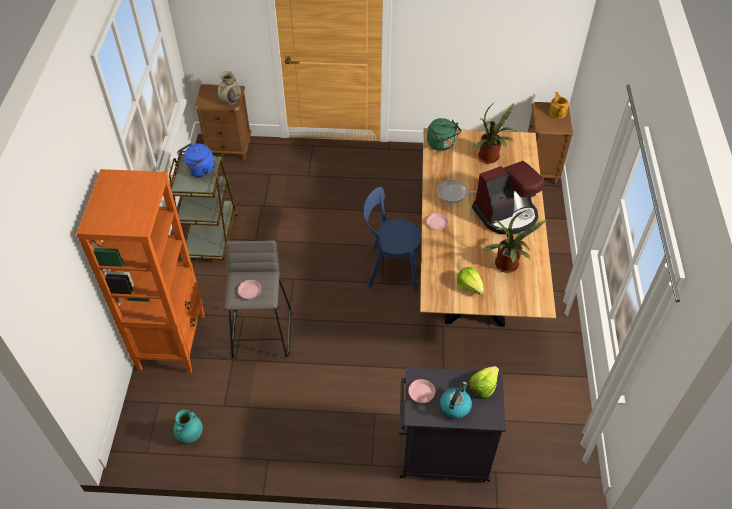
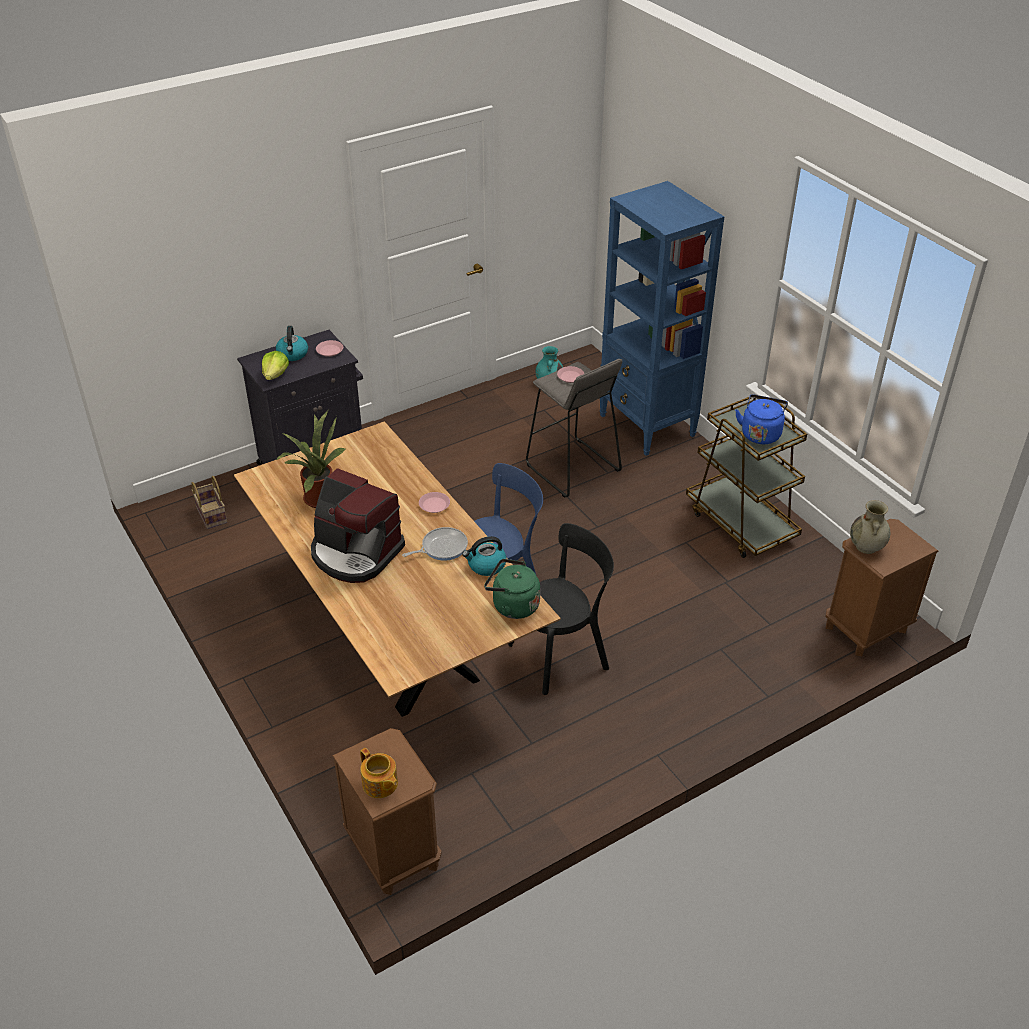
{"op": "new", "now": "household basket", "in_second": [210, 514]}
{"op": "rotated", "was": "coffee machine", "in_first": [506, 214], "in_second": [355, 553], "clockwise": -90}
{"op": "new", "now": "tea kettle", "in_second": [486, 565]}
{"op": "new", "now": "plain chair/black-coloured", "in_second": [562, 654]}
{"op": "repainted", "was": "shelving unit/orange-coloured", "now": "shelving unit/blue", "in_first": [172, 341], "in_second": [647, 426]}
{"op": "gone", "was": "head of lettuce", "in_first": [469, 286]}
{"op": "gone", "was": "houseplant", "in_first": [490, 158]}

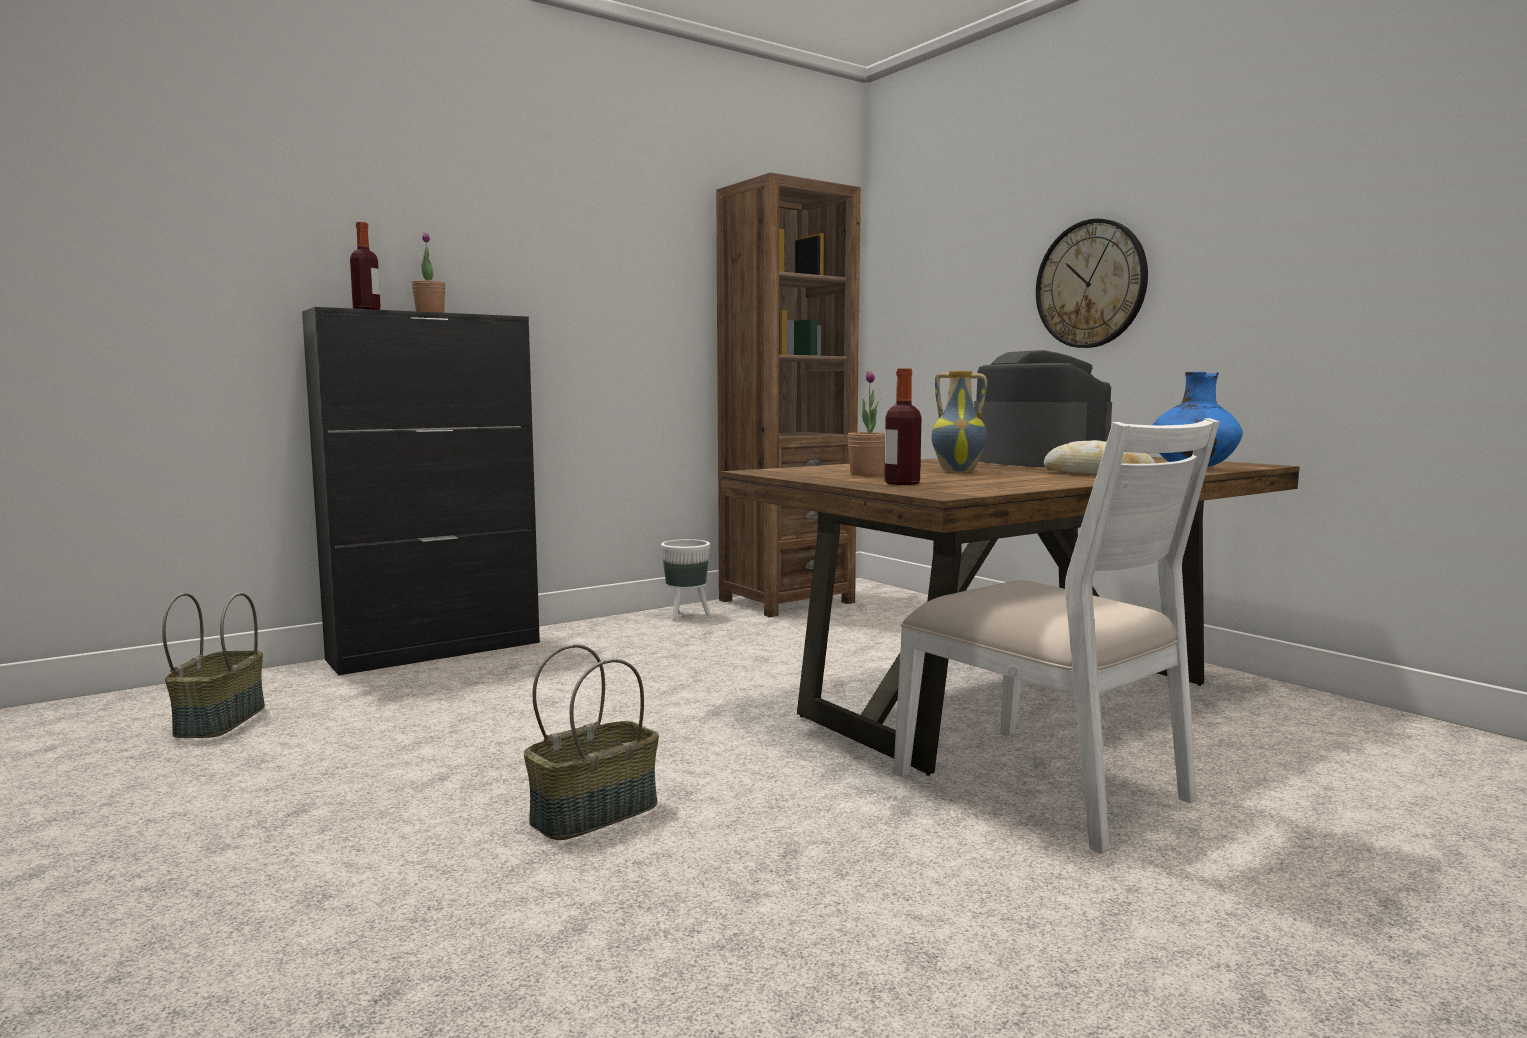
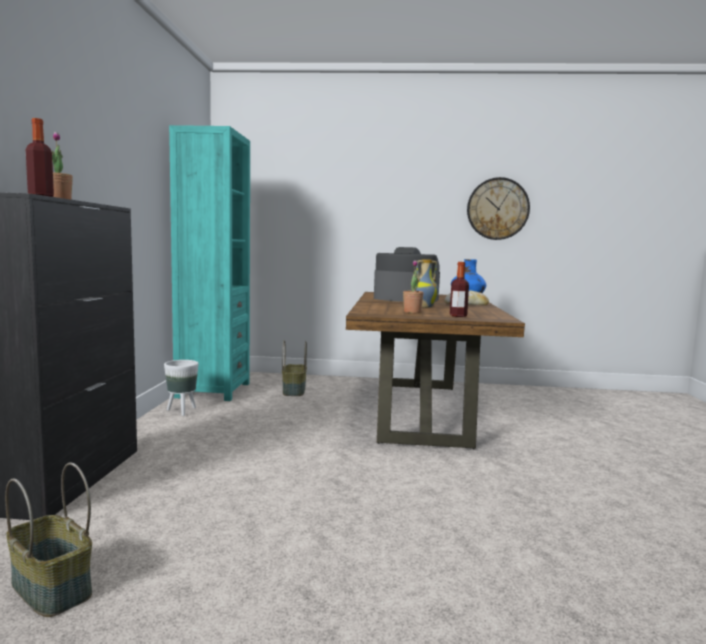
{"op": "repainted", "was": "shelving unit/brownish", "now": "shelving unit/turquoise", "in_first": [786, 601], "in_second": [213, 390]}
{"op": "shifted", "was": "household basket", "in_first": [594, 812], "in_second": [293, 391]}
{"op": "shifted", "was": "clock on the wall", "in_first": [1091, 284], "in_second": [497, 209]}
{"op": "gone", "was": "plain chair/white-coloured", "in_first": [1045, 785]}

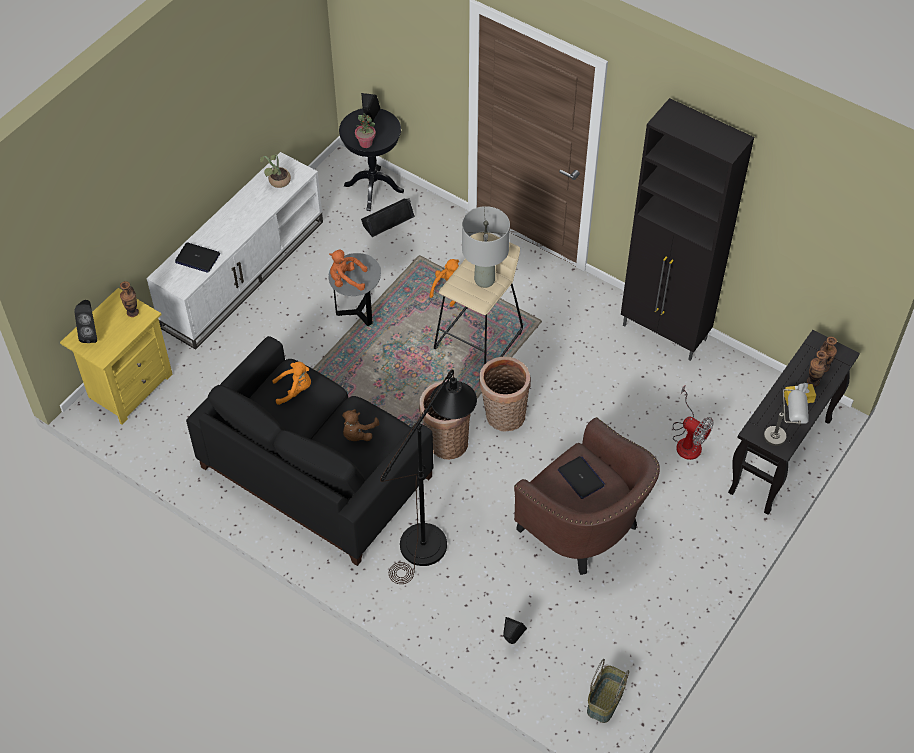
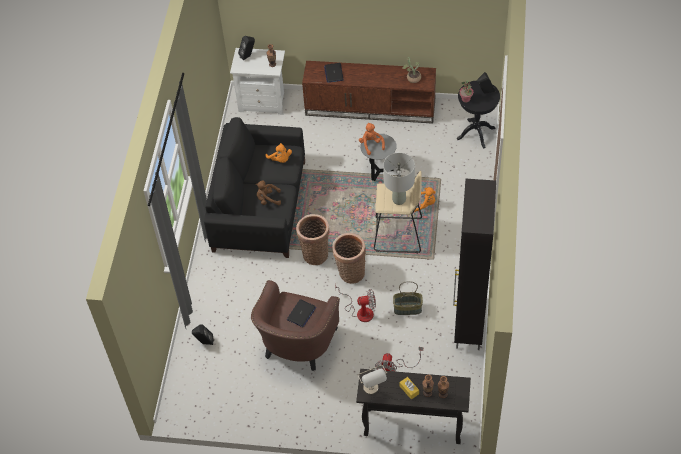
{"op": "repainted", "was": "night table/yellow", "now": "night table/white-coloured", "in_first": [128, 386], "in_second": [263, 102]}
{"op": "repainted", "was": "tv stand/white-coloured", "now": "tv stand/brownish", "in_first": [243, 272], "in_second": [371, 107]}
{"op": "new", "now": "fan", "in_second": [360, 311]}
{"op": "shifted", "was": "household basket", "in_first": [606, 701], "in_second": [407, 309]}
{"op": "gone", "was": "audio speaker/black-coloured", "in_first": [387, 219]}
{"op": "gone", "was": "floor lamp/black-coloured", "in_first": [431, 535]}

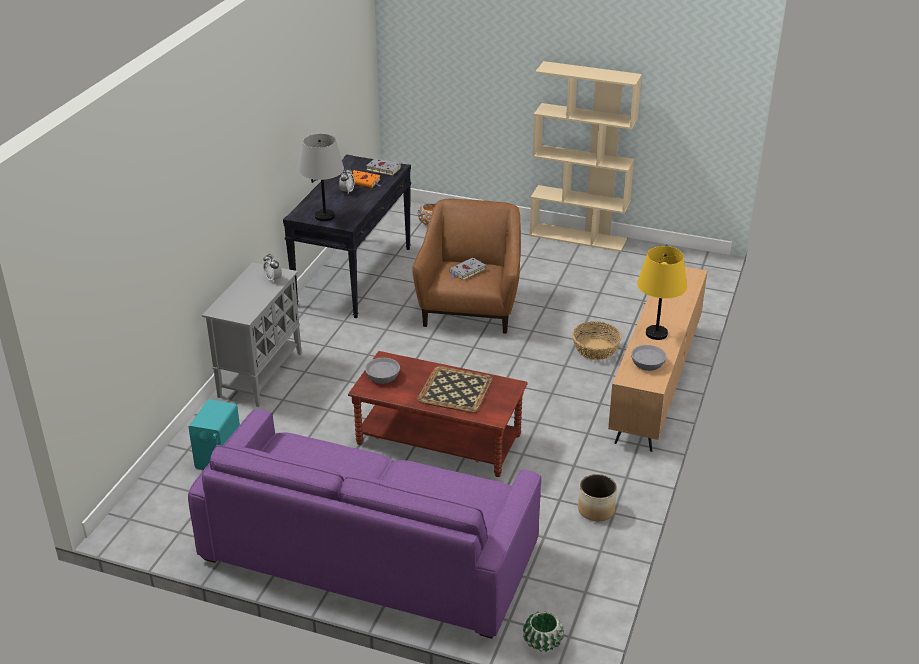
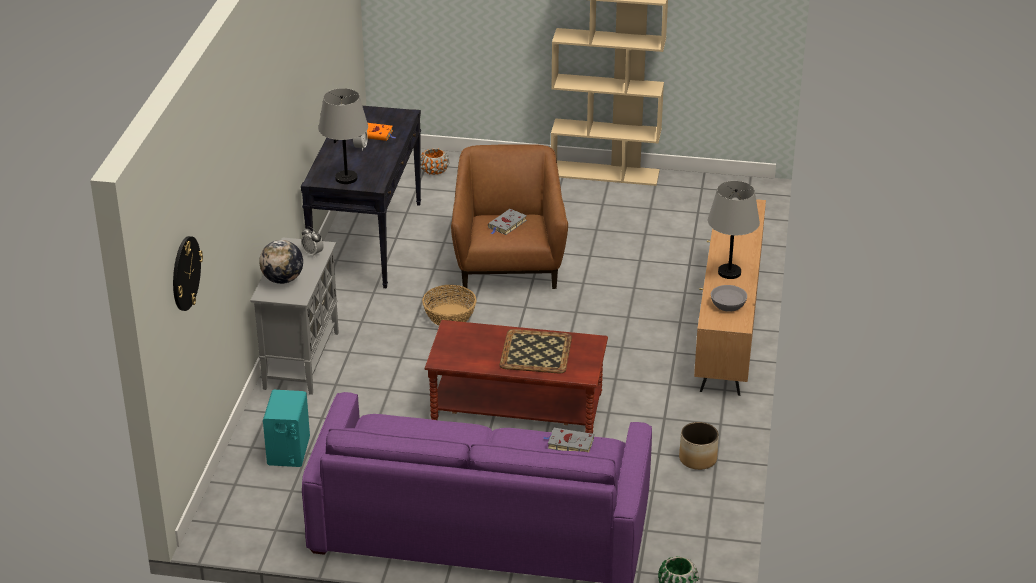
{"op": "new", "now": "clock on the wall", "in_second": [185, 273]}
{"op": "new", "now": "desk globe", "in_second": [283, 280]}
{"op": "shifted", "was": "household basket", "in_first": [596, 349], "in_second": [450, 315]}
{"op": "shifted", "was": "volume/gray", "in_first": [382, 169], "in_second": [569, 443]}
{"op": "repainted", "was": "table lamp/yellow", "now": "table lamp/gray", "in_first": [656, 334], "in_second": [729, 272]}
{"op": "gone", "was": "bowl/gray", "in_first": [382, 376]}

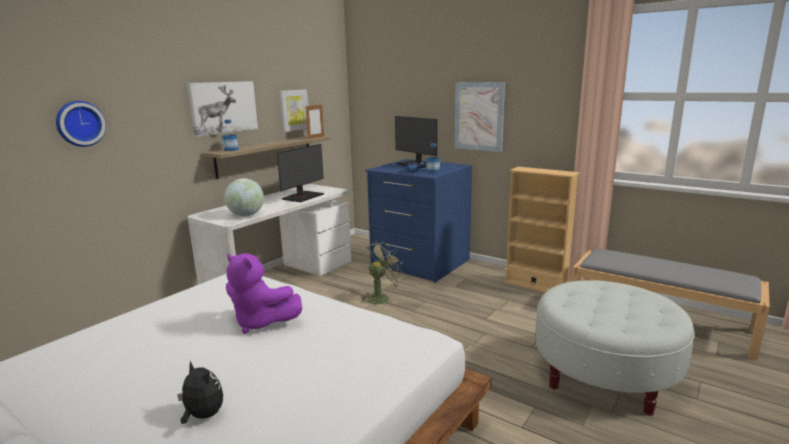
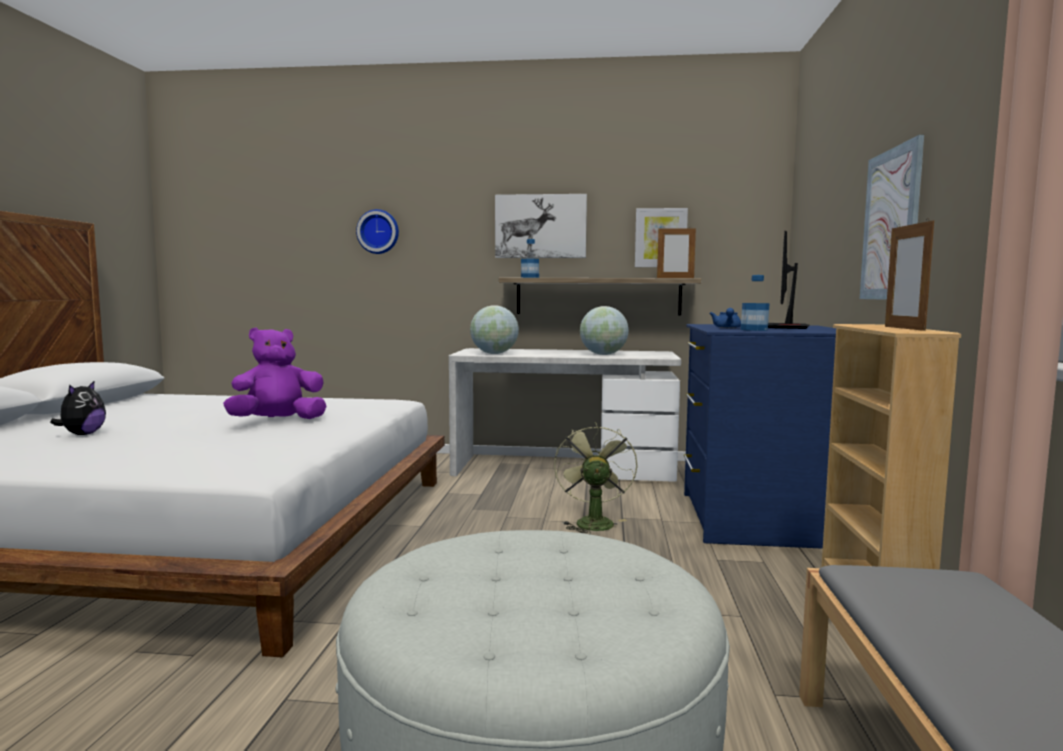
{"op": "rotated", "was": "plush toy/purple", "in_first": [261, 322], "in_second": [278, 421], "clockwise": 60}
{"op": "rotated", "was": "fan/green-coloured", "in_first": [381, 297], "in_second": [592, 522], "clockwise": -105}
{"op": "swapped", "was": "computer screen", "now": "desk globe", "in_first": [302, 197], "in_second": [603, 354]}
{"op": "new", "now": "picture frame", "in_second": [904, 328]}

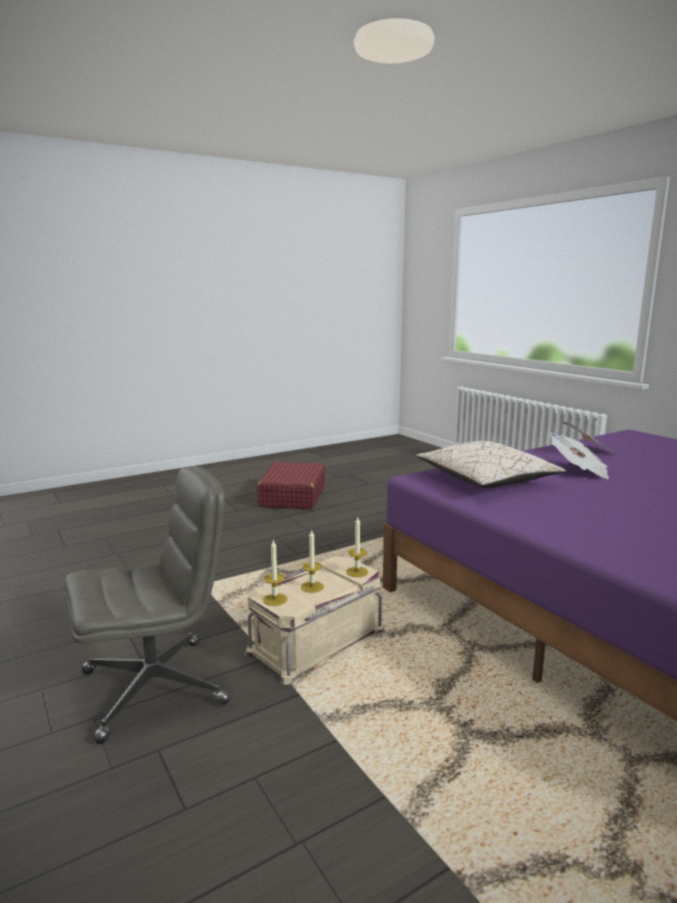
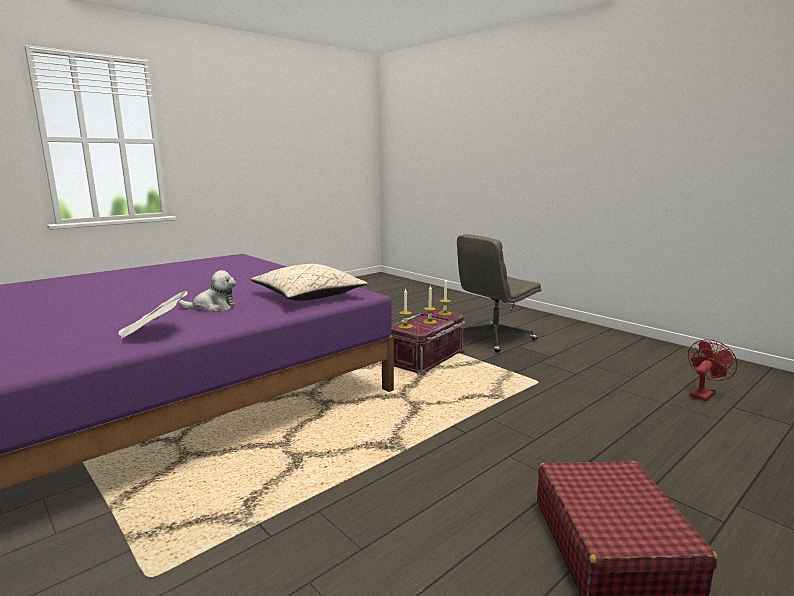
{"op": "swapped", "was": "newspaper", "now": "plush toy", "in_first": [579, 471], "in_second": [213, 307]}
{"op": "repainted", "was": "storage box/beige-coloured", "now": "storage box/red-coloured", "in_first": [316, 640], "in_second": [428, 359]}
{"op": "new", "now": "fan/red-coloured", "in_second": [703, 394]}

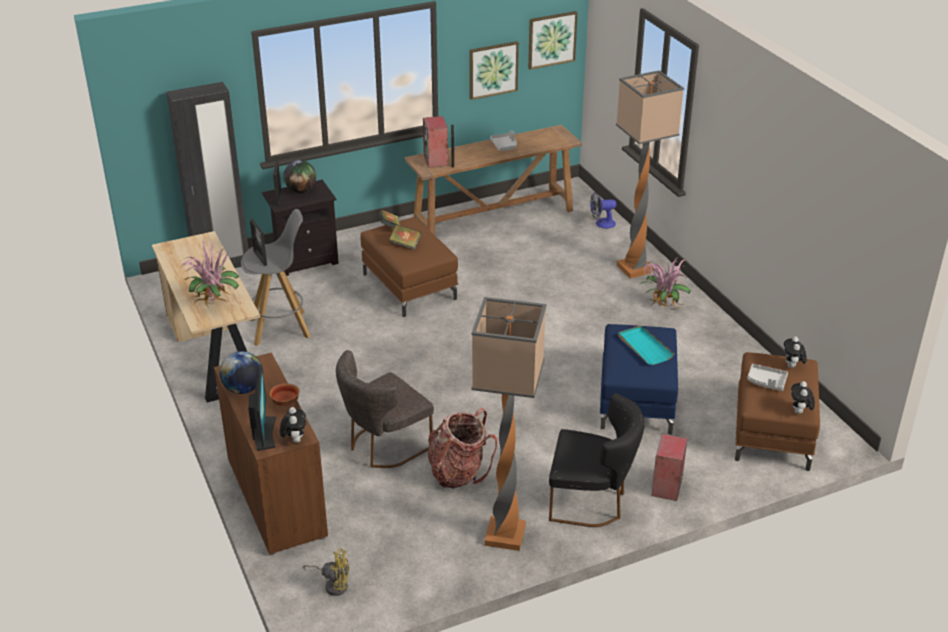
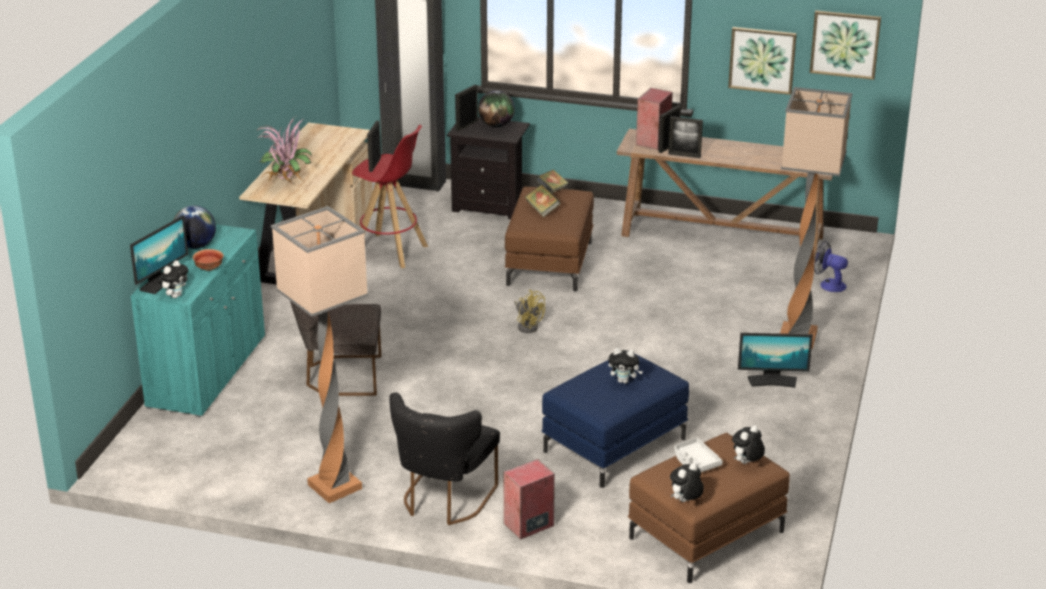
{"op": "repainted", "was": "cupboard/brownish", "now": "cupboard/turquoise", "in_first": [276, 497], "in_second": [207, 372]}
{"op": "repainted", "was": "sitting stool/gray", "now": "sitting stool/red-coloured", "in_first": [280, 328], "in_second": [390, 251]}
{"op": "rotated", "was": "plain chair/black-coloured", "in_first": [591, 502], "in_second": [444, 501], "clockwise": 60}
{"op": "shifted", "was": "fan/yellow", "in_first": [333, 584], "in_second": [528, 325]}
{"op": "swapped", "was": "carrying tray/turquoise", "now": "plush toy", "in_first": [644, 347], "in_second": [624, 381]}
{"op": "new", "now": "picture frame", "in_second": [684, 155]}
{"op": "swapped", "was": "houseplant", "now": "computer screen", "in_first": [662, 306], "in_second": [772, 381]}
{"op": "gone", "was": "backpack", "in_first": [458, 472]}
{"op": "gone", "was": "carrying tray/gray", "in_first": [505, 146]}

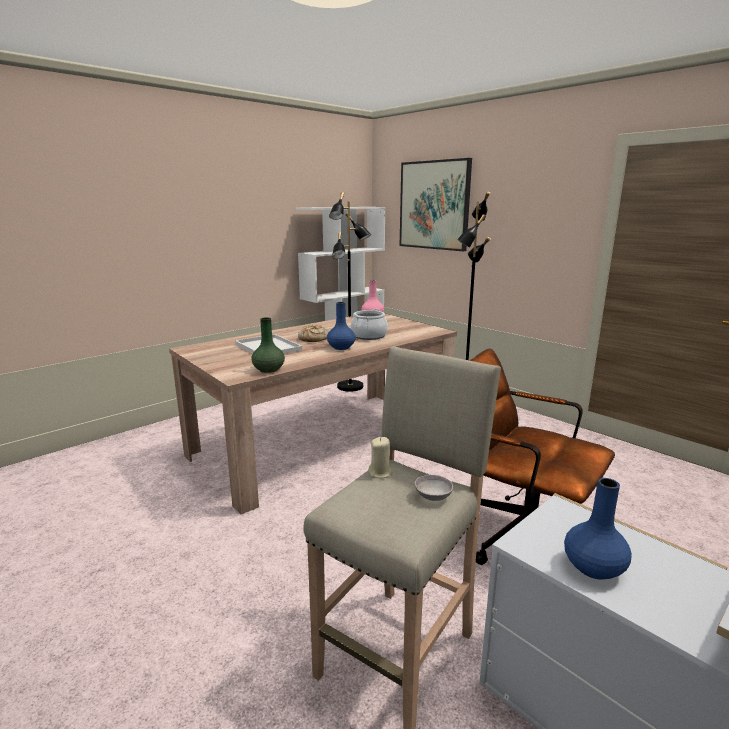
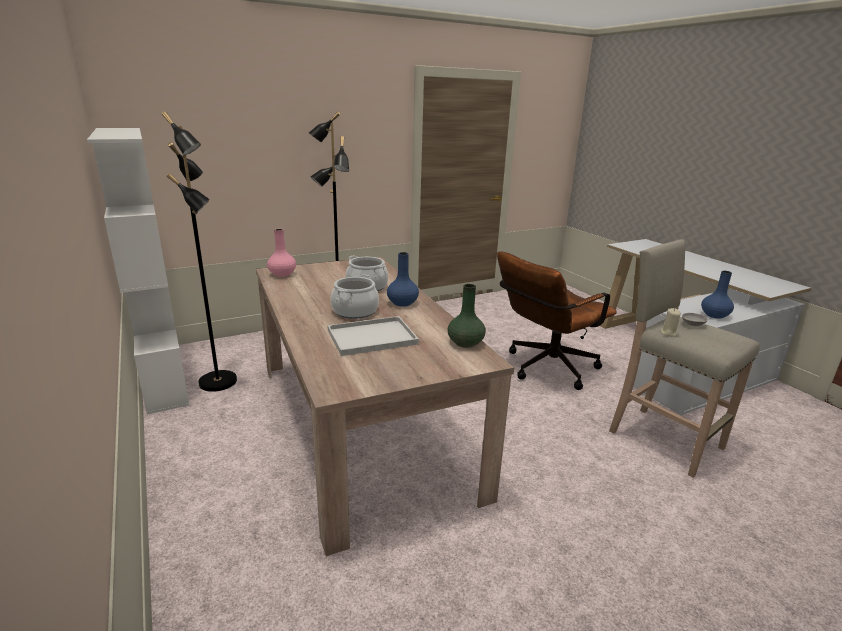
{"op": "swapped", "was": "bread", "now": "cooking pot", "in_first": [313, 339], "in_second": [355, 311]}
{"op": "gone", "was": "wall art", "in_first": [434, 205]}

